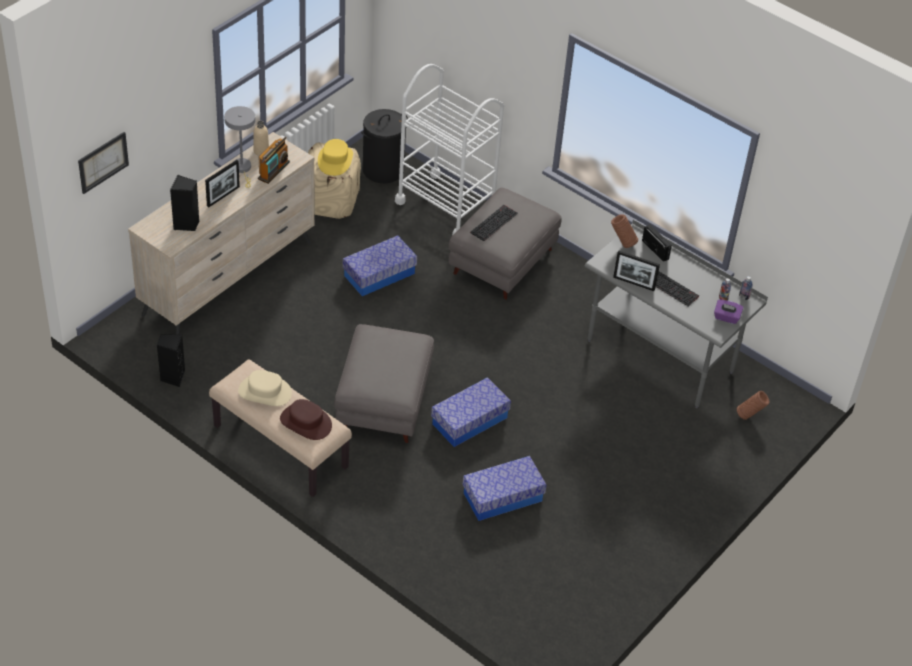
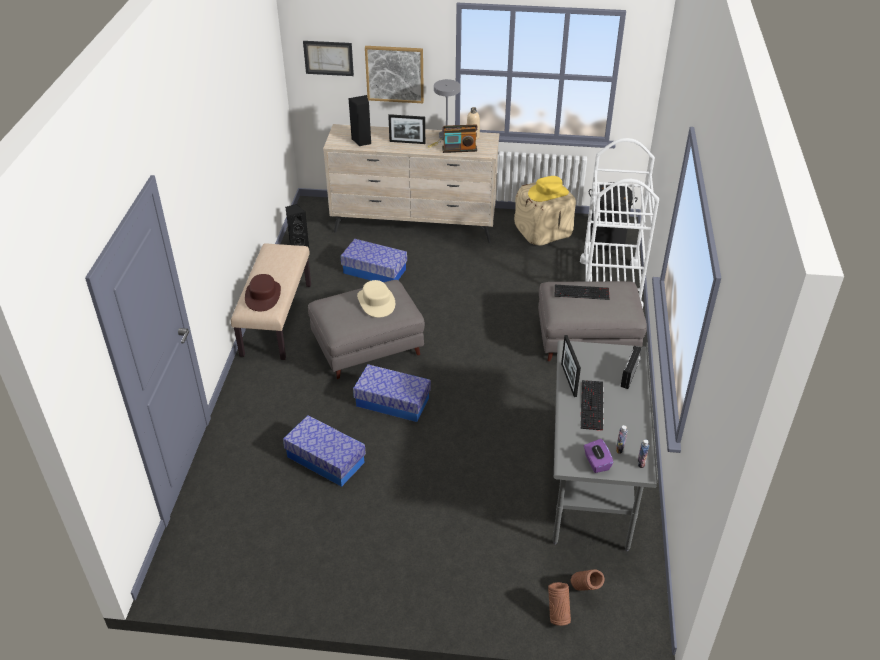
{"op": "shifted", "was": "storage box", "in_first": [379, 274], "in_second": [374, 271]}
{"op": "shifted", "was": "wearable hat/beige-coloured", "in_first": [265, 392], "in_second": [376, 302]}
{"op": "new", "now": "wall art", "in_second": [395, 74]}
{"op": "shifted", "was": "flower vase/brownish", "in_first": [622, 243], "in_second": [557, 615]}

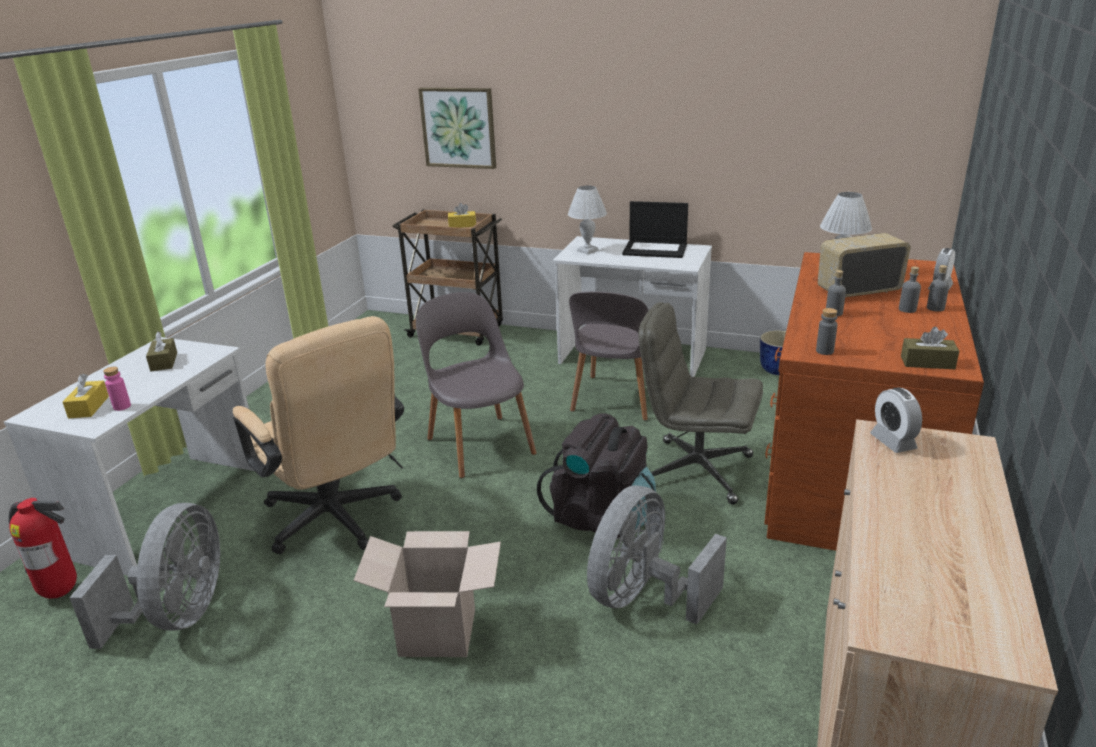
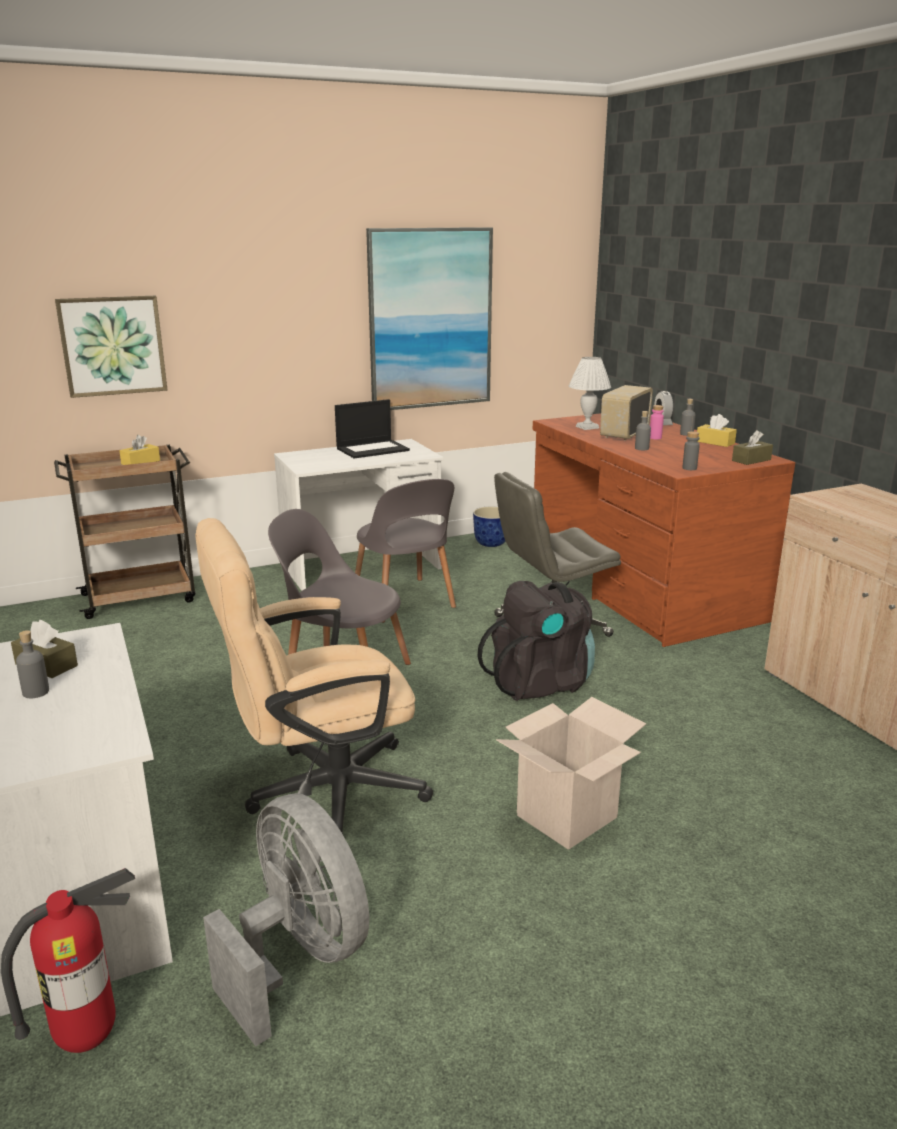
{"op": "shifted", "was": "bottle/gray", "in_first": [907, 309], "in_second": [36, 692]}
{"op": "rotated", "was": "office chair/beige-coloured", "in_first": [337, 522], "in_second": [320, 793], "clockwise": 150}
{"op": "new", "now": "wall art", "in_second": [430, 319]}
{"op": "shifted", "was": "bottle/pinkish", "in_first": [122, 406], "in_second": [655, 438]}
{"op": "shifted", "was": "tissue holder/yellow", "in_first": [89, 407], "in_second": [715, 442]}
{"op": "gone", "was": "table lamp/white-coloured", "in_first": [588, 251]}
{"op": "gone", "was": "fan/gray", "in_first": [643, 597]}
{"op": "gone", "was": "alarm clock", "in_first": [893, 442]}

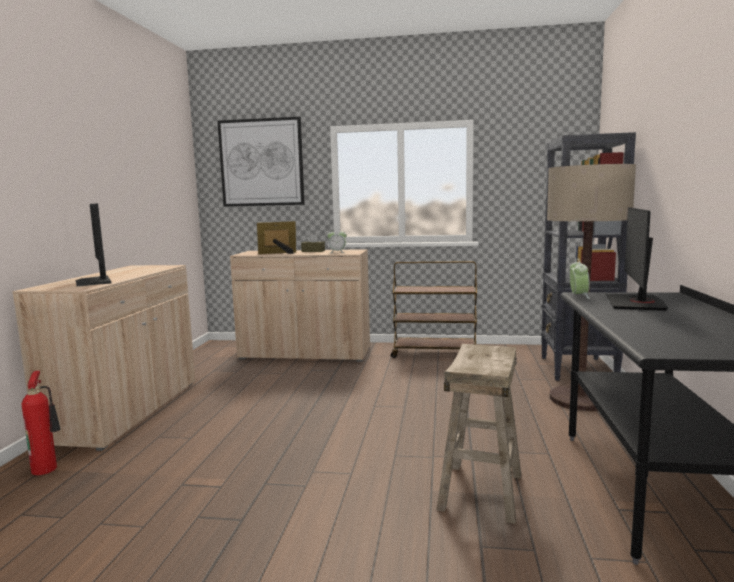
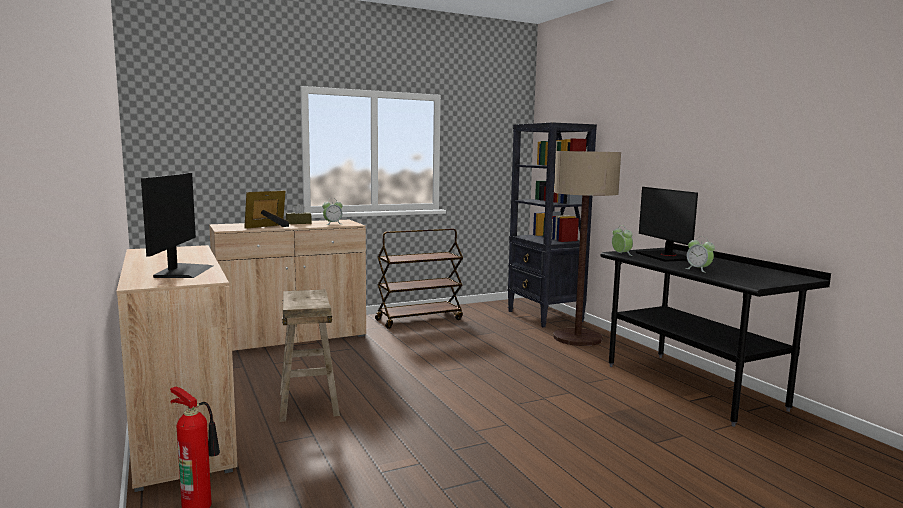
{"op": "rotated", "was": "computer screen", "in_first": [94, 281], "in_second": [183, 271], "clockwise": -120}
{"op": "shifted", "was": "sitting stool/beige-coloured", "in_first": [480, 490], "in_second": [307, 403]}
{"op": "new", "now": "alarm clock", "in_second": [698, 269]}
{"op": "gone", "was": "wall art", "in_first": [261, 162]}

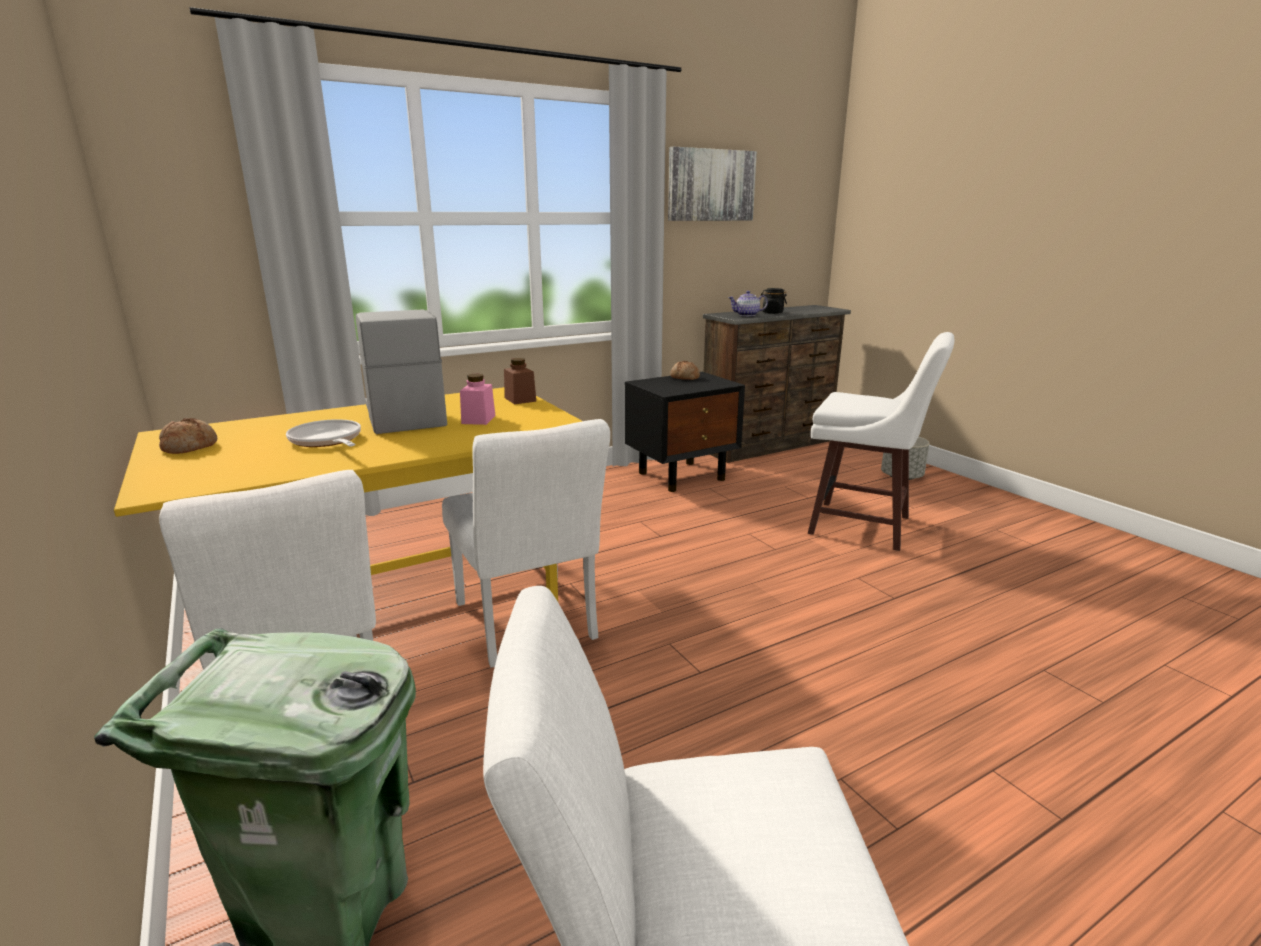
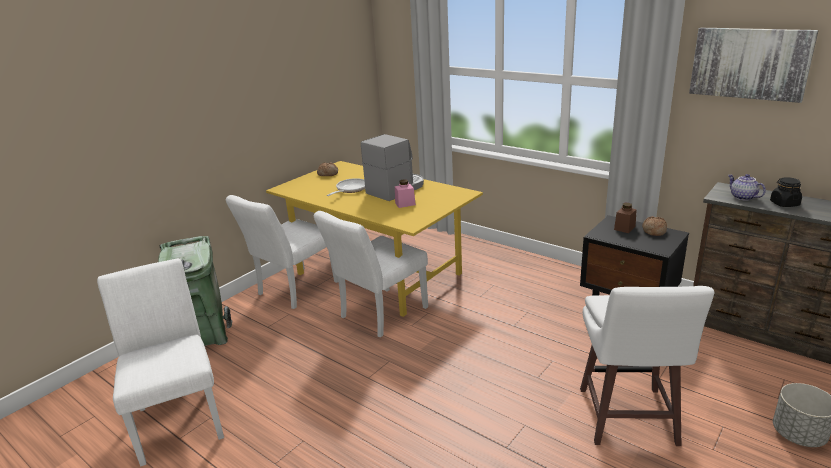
{"op": "shifted", "was": "storage jar/brownish", "in_first": [520, 399], "in_second": [624, 228]}

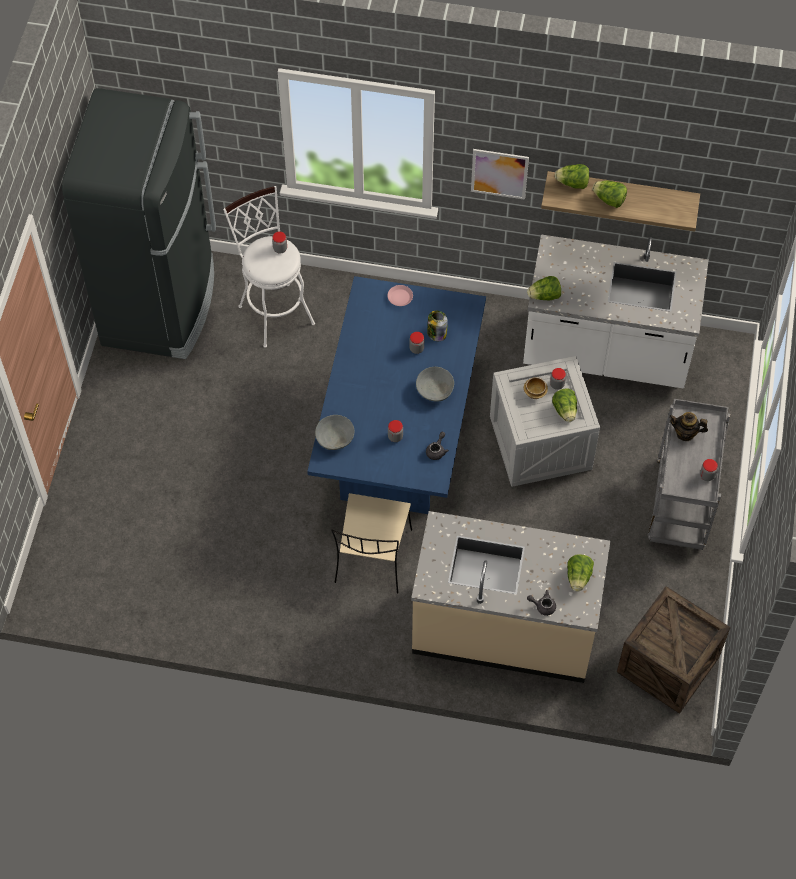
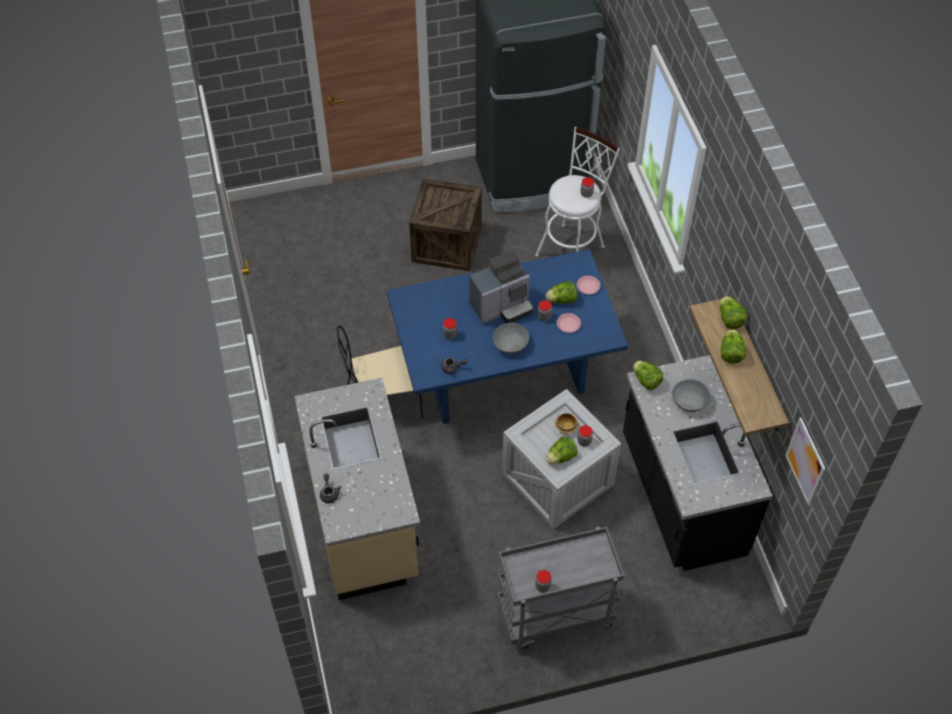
{"op": "shifted", "was": "crate", "in_first": [668, 664], "in_second": [447, 244]}
{"op": "new", "now": "coffee machine", "in_second": [502, 307]}
{"op": "shifted", "was": "head of lettuce", "in_first": [578, 577], "in_second": [562, 300]}
{"op": "swapped", "was": "storage jar", "now": "flat dish/pinkish", "in_first": [436, 333], "in_second": [568, 324]}
{"op": "repainted", "was": "kitchen counter/white-coloured", "now": "kitchen counter/black-coloured", "in_first": [606, 352], "in_second": [681, 496]}
{"op": "shifted", "was": "bowl/gray", "in_first": [335, 438], "in_second": [689, 401]}
{"op": "shifted", "was": "wall art", "in_first": [499, 173], "in_second": [805, 461]}
{"op": "gone", "was": "tea pot", "in_first": [685, 433]}

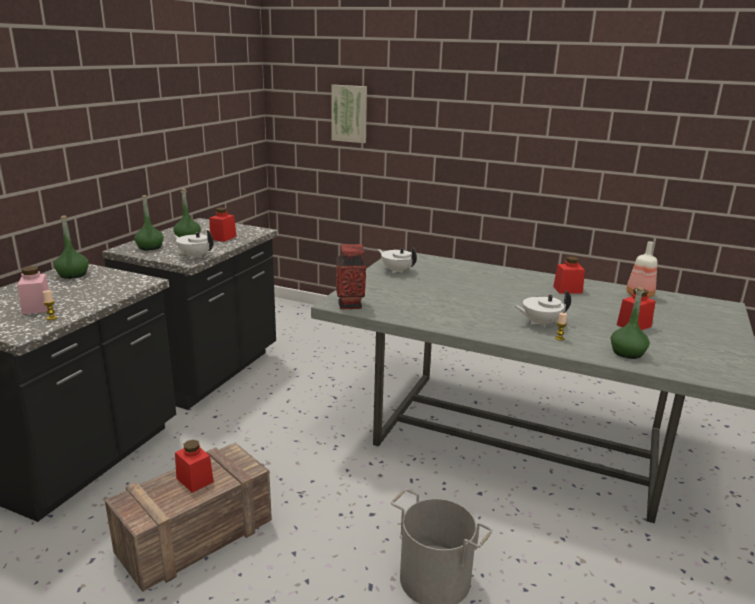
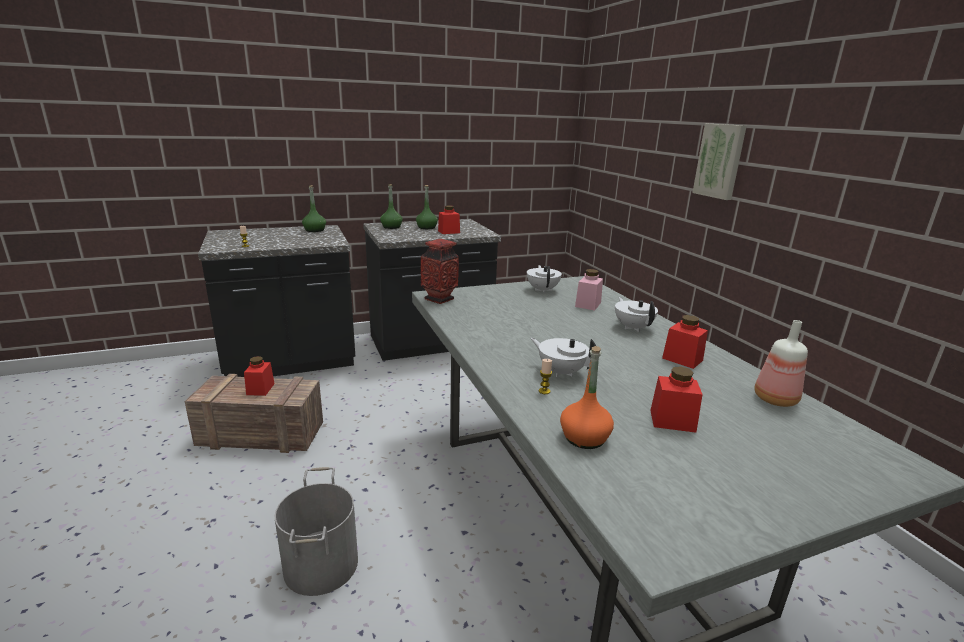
{"op": "repainted", "was": "bottle/green-coloured", "now": "bottle/orange-coloured", "in_first": [627, 353], "in_second": [584, 438]}
{"op": "shifted", "was": "storage jar/pinkish", "in_first": [37, 307], "in_second": [588, 304]}
{"op": "shifted", "was": "tea pot/white-coloured", "in_first": [195, 256], "in_second": [633, 327]}
{"op": "shifted", "was": "wall art", "in_first": [350, 113], "in_second": [720, 161]}

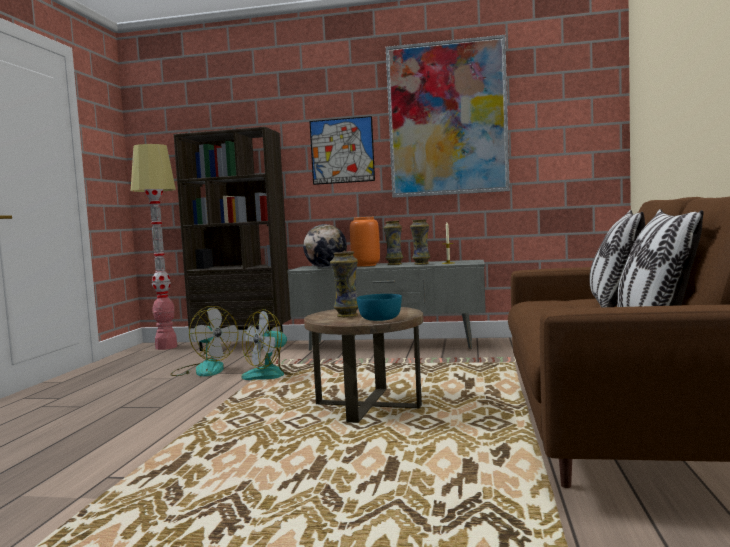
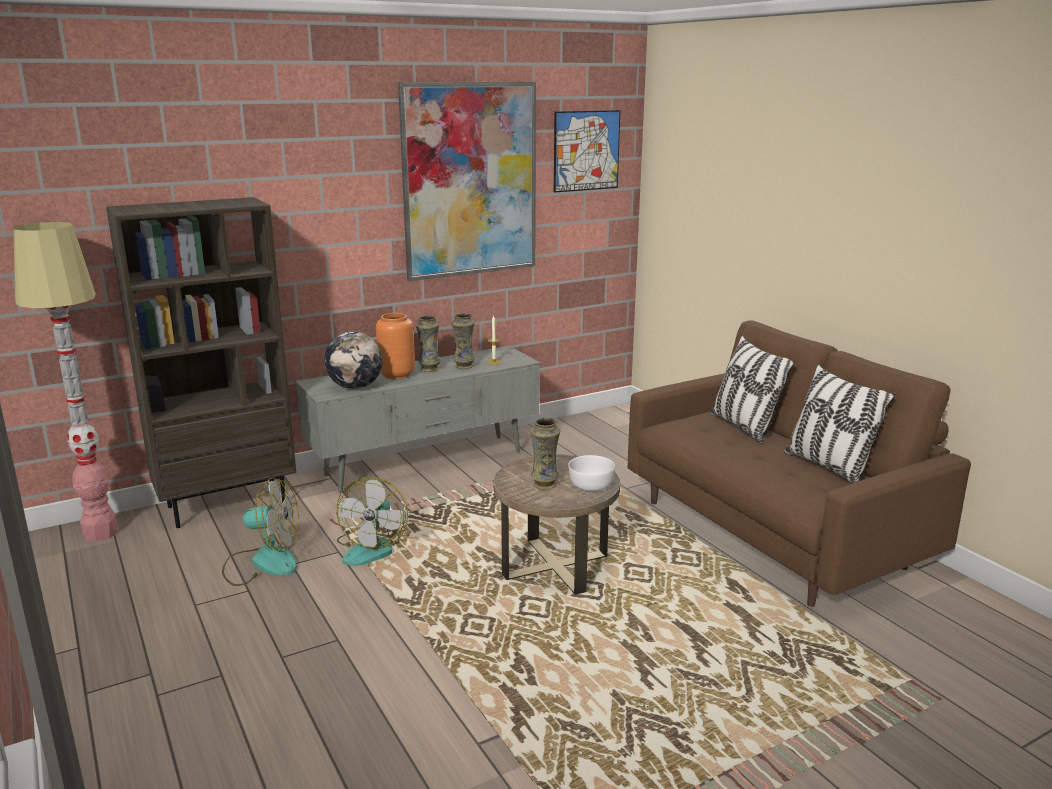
{"op": "shifted", "was": "wall art", "in_first": [342, 151], "in_second": [586, 151]}
{"op": "repainted", "was": "bowl/turquoise", "now": "bowl/white-coloured", "in_first": [380, 318], "in_second": [590, 485]}

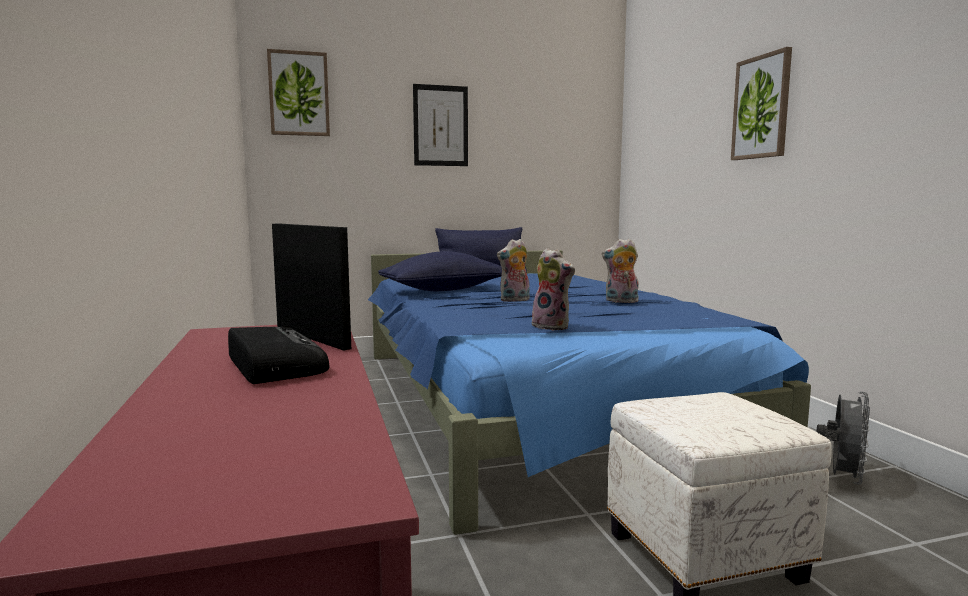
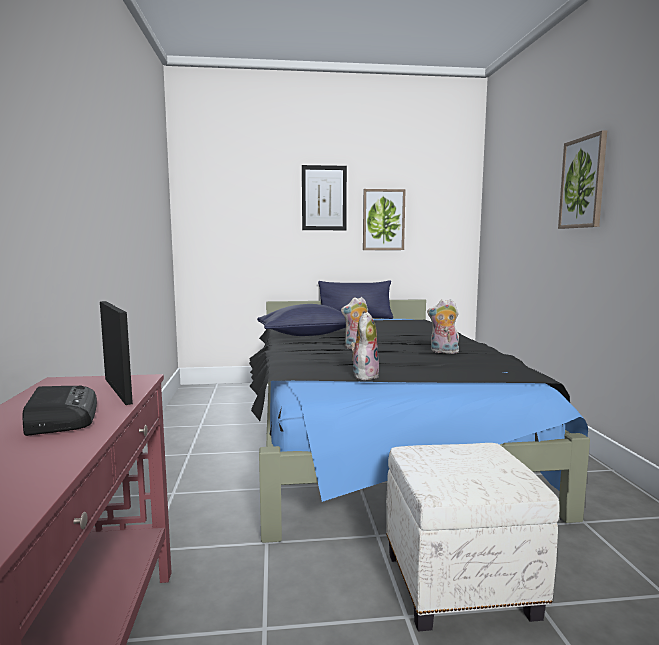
{"op": "repainted", "was": "bedroom bed/blue", "now": "bedroom bed/black-coloured", "in_first": [529, 403], "in_second": [373, 431]}
{"op": "rotated", "was": "plush toy", "in_first": [553, 326], "in_second": [364, 375], "clockwise": -120}
{"op": "shifted", "was": "wall art", "in_first": [299, 94], "in_second": [383, 220]}
{"op": "gone", "was": "fan/gray", "in_first": [842, 477]}

